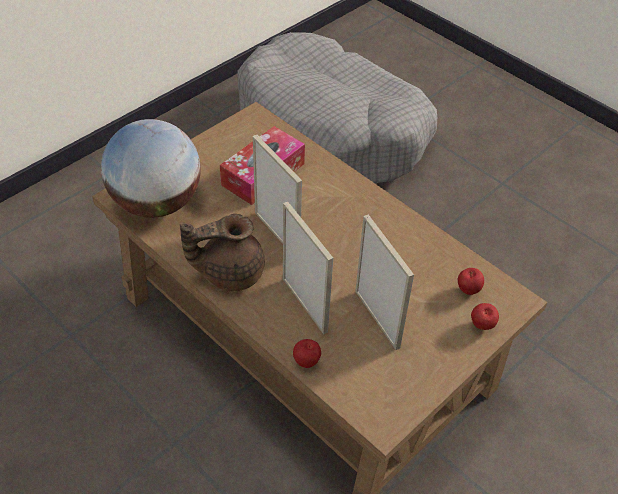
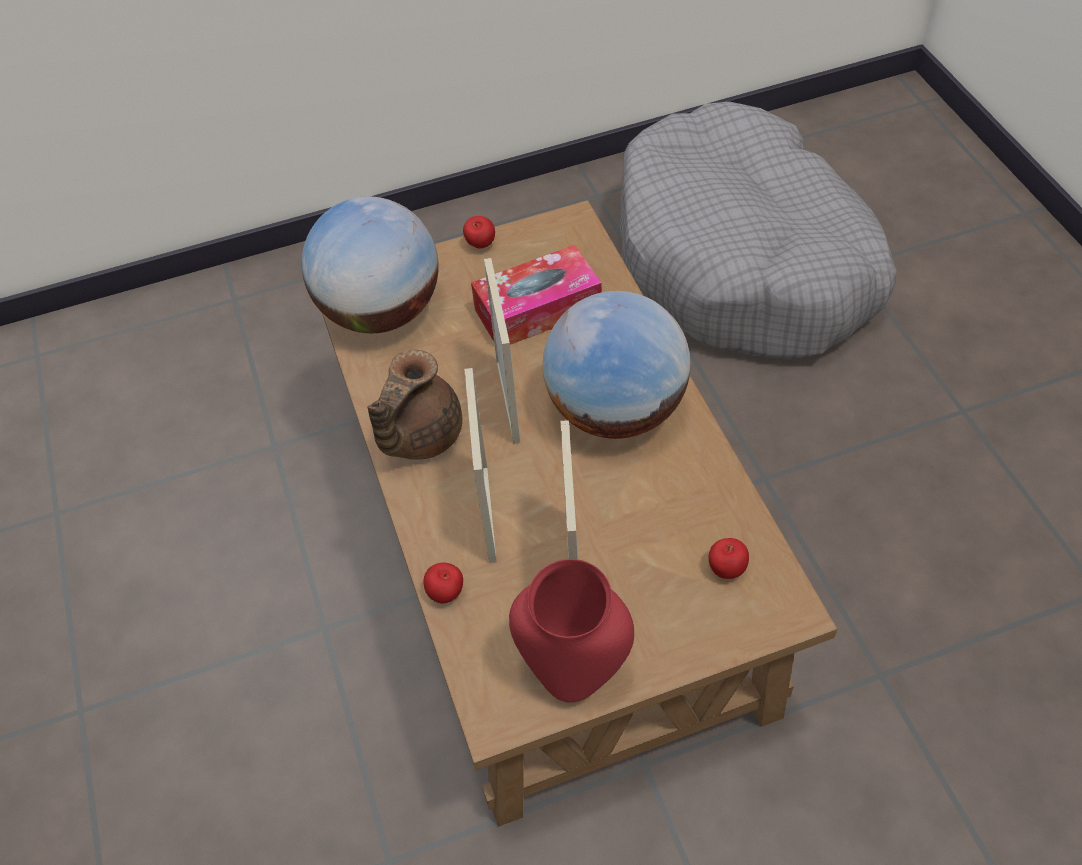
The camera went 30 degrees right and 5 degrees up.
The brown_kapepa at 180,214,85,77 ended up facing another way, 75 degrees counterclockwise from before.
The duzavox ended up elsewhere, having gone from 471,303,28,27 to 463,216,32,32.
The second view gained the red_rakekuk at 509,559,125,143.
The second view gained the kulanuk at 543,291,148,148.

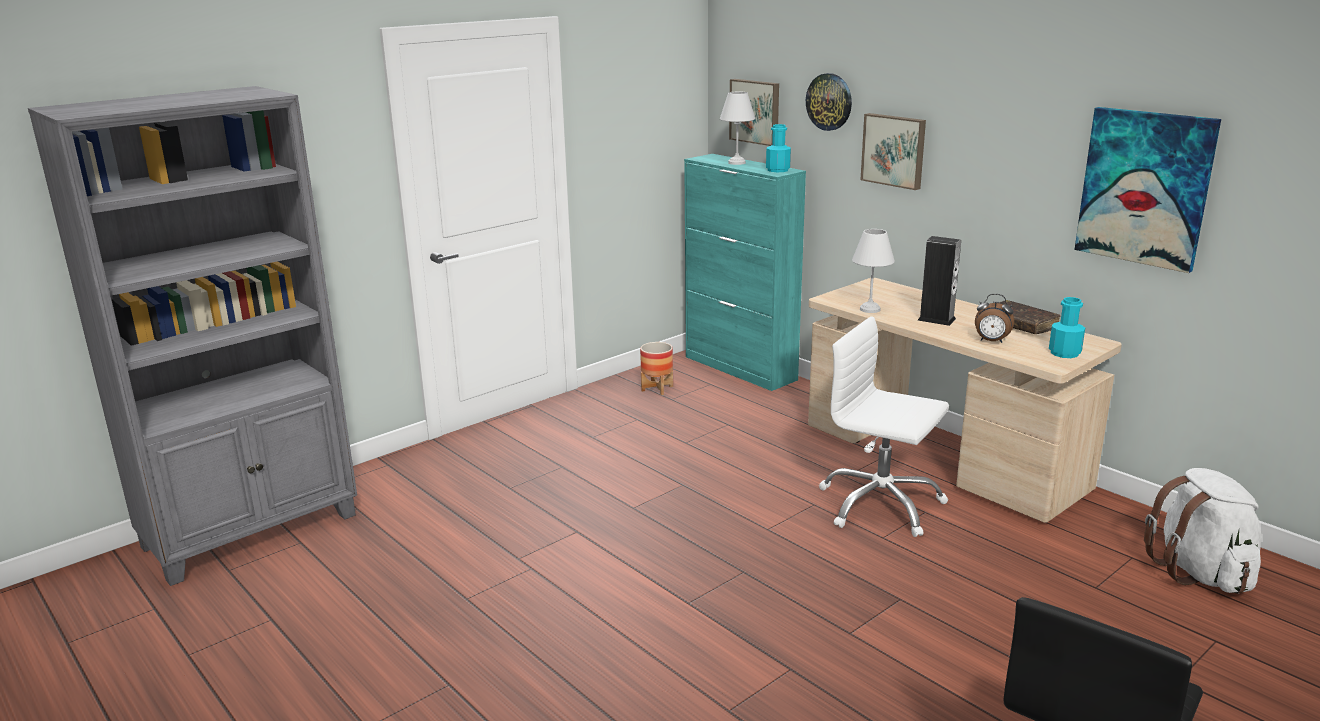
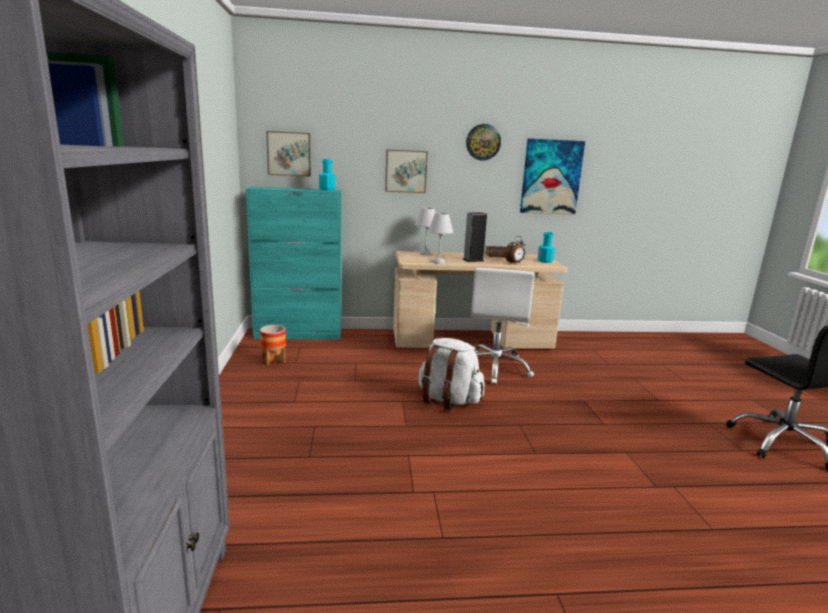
The camera went 55 degrees left and 5 degrees down.
The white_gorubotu ended up elsewhere, having gone from 720,92,35,73 to 415,207,20,48.
The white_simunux ended up elsewhere, having gone from 1144,468,117,126 to 419,338,66,72.
The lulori ended up elsewhere, having gone from 806,73,46,58 to 466,124,35,37.
The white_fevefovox at 819,316,130,221 ended up facing another way, 60 degrees counterclockwise from before.

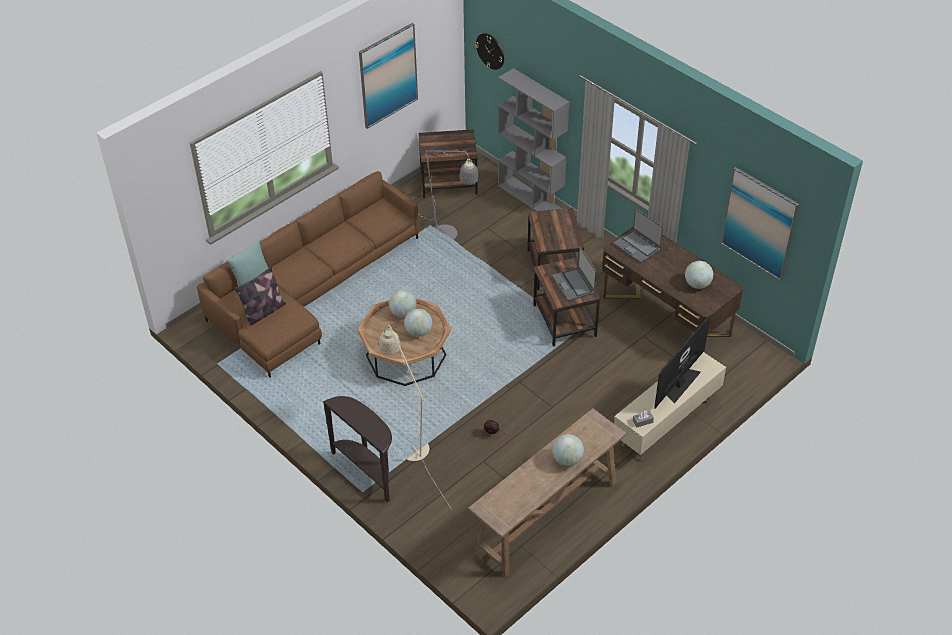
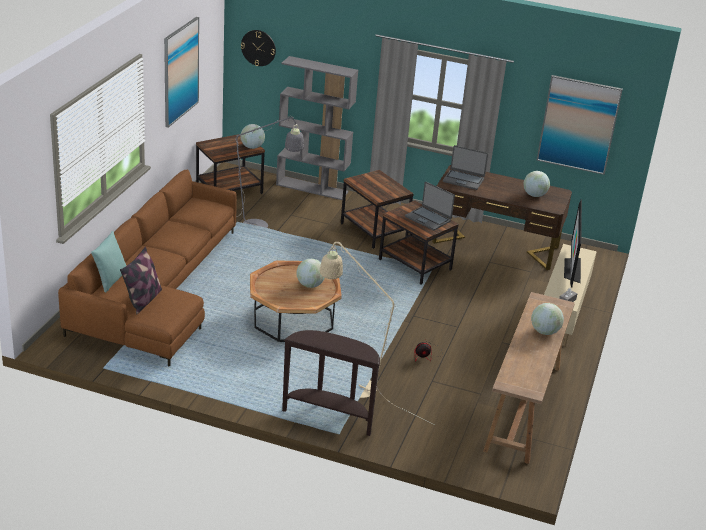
The camera went 30 degrees left and 15 degrees down.
The kulanuk ended up elsewhere, having gone from 389,290,28,28 to 240,124,25,25.

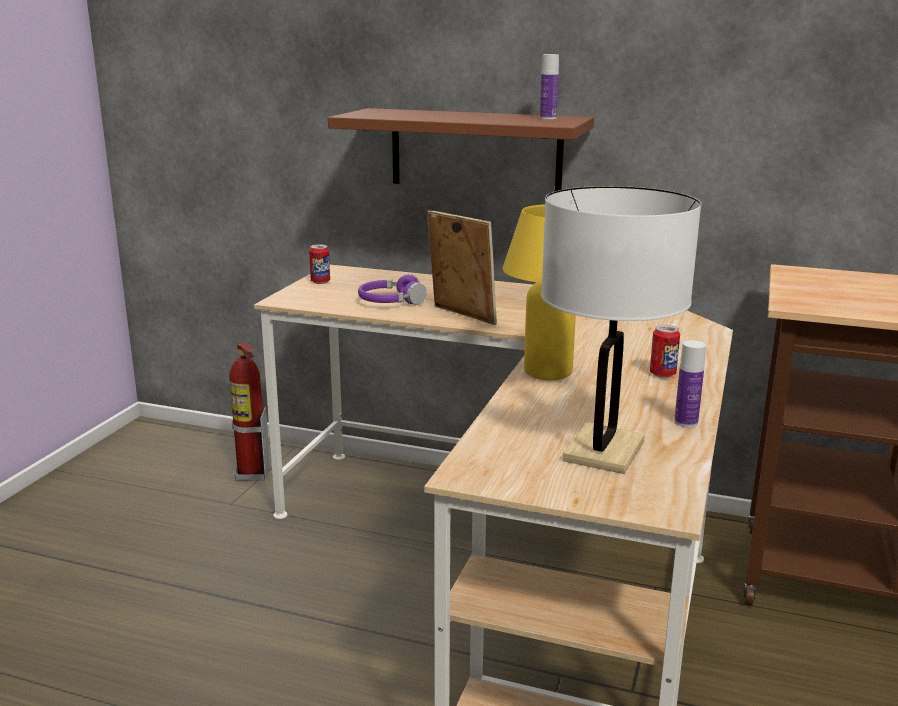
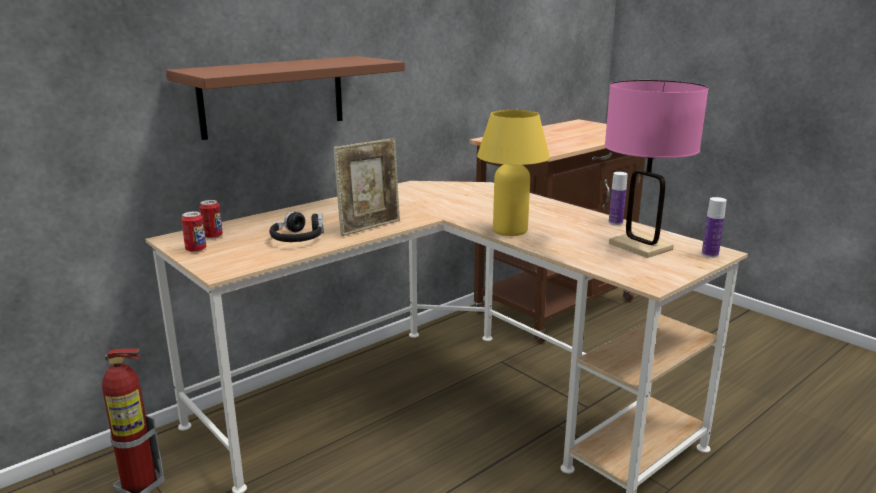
The camera went 60 degrees left and 0 degrees up.
The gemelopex ended up elsewhere, having gone from 650,325,30,53 to 199,200,24,39.
What was the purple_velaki at 358,274,69,31 turned into the black_velaki at 269,211,55,31.
The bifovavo at 427,210,70,115 ended up facing another way, 150 degrees clockwise from before.
What was the white_gorubotu at 541,186,160,288 turned into the pink_gorubotu at 605,80,104,178.
The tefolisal ended up elsewhere, having gone from 540,54,19,65 to 702,197,25,61.

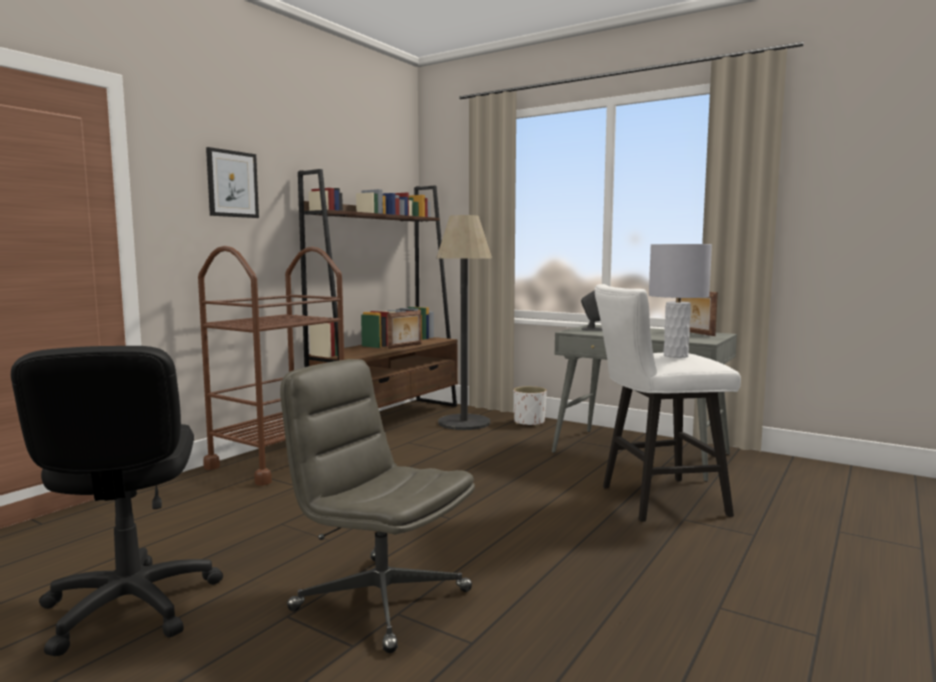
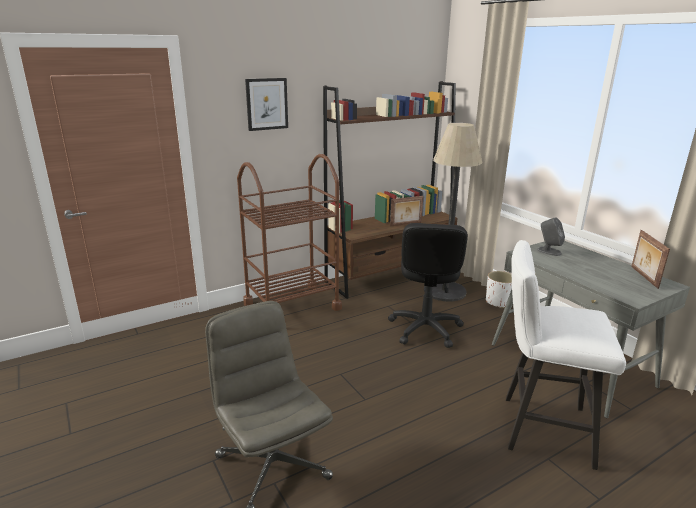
The camera went 25 degrees right and 15 degrees up.
The black_fevefovox ended up elsewhere, having gone from 11,346,212,310 to 388,223,80,125.
The second view lost the grey_gorubotu at 649,244,63,114.

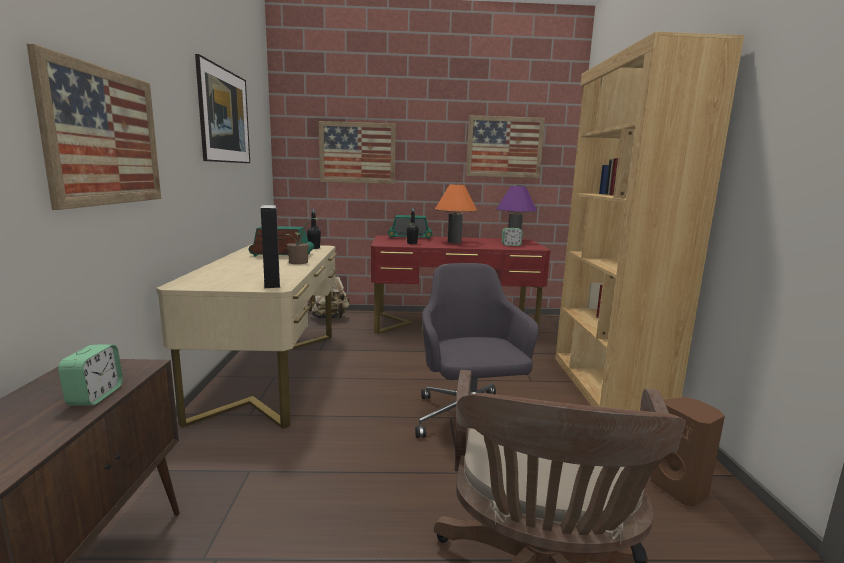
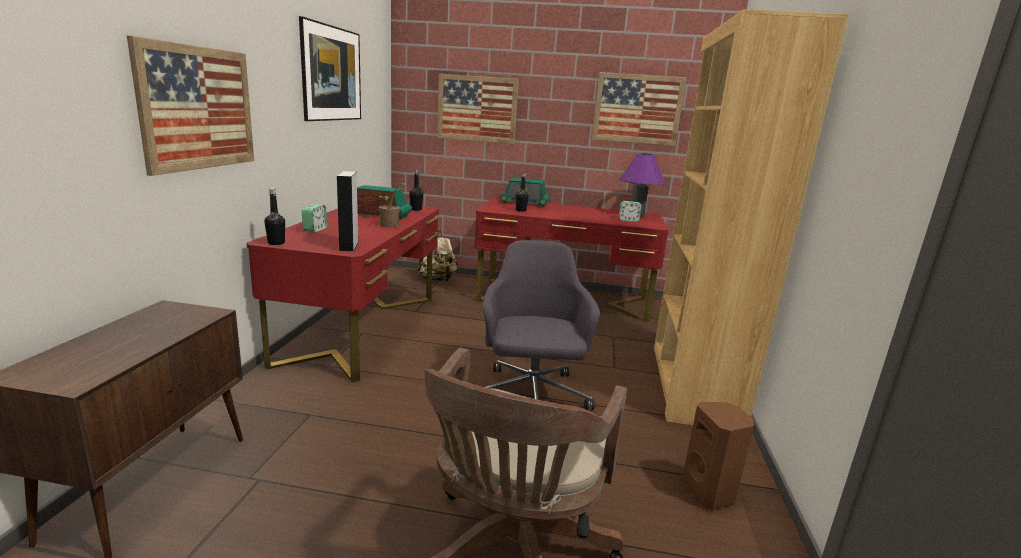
The camera went 10 degrees right and 5 degrees up.
What was the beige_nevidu at 156,244,181,185 turned into the red_nevidu at 247,206,193,176.
The second view gained the black_tefolisal at 264,188,21,57.
The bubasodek ended up elsewhere, having gone from 58,344,65,61 to 301,204,26,28.
The second view lost the orange_gorubotu at 435,184,42,59.

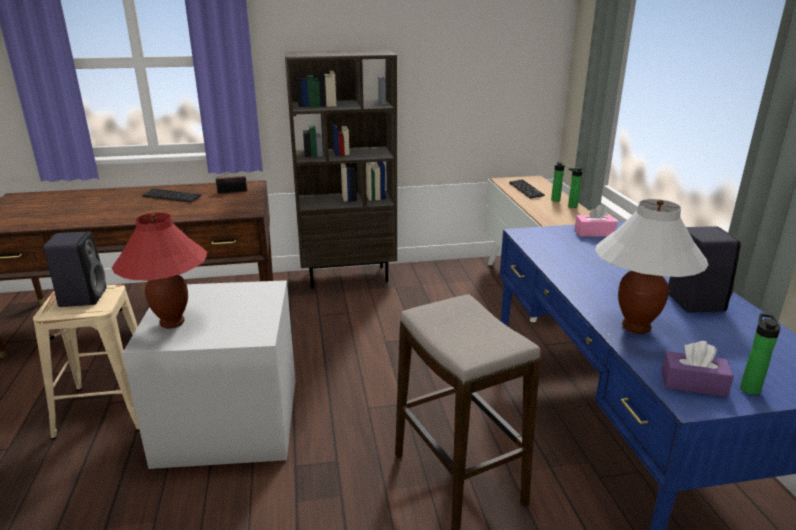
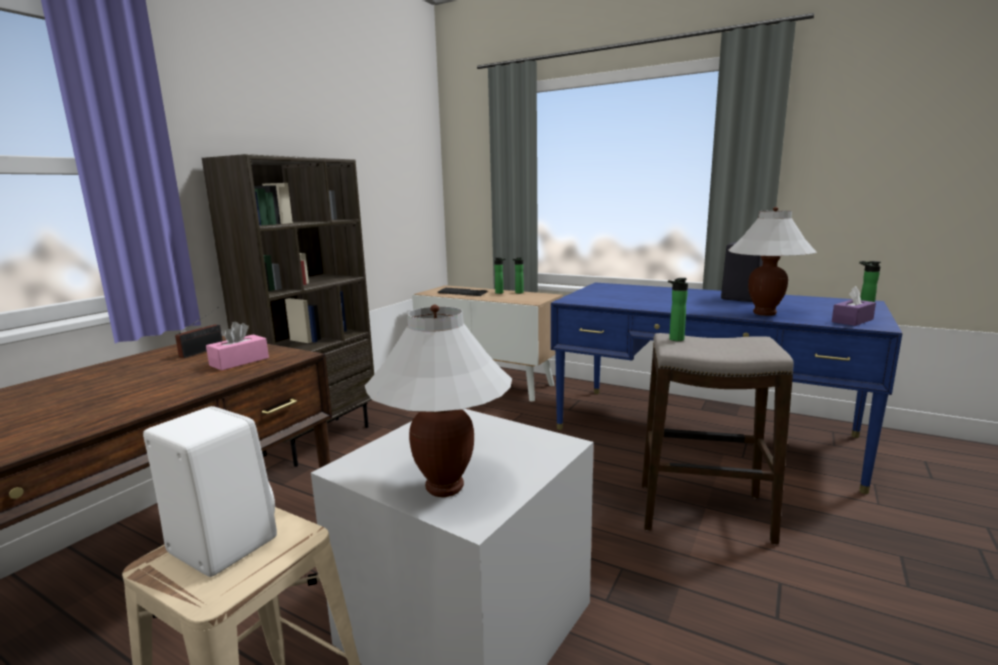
The camera went 50 degrees left and 10 degrees down.
What was the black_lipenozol at 43,232,63,75 turned into the white_lipenozol at 143,406,134,171.
The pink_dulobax ended up elsewhere, having gone from 574,205,43,32 to 206,322,63,49.
What was the red_gorubotu at 112,213,95,116 turned into the white_gorubotu at 365,305,147,192.
The second view gained the tefolisal at 668,278,20,63.
The second view lost the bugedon at 142,189,60,14.

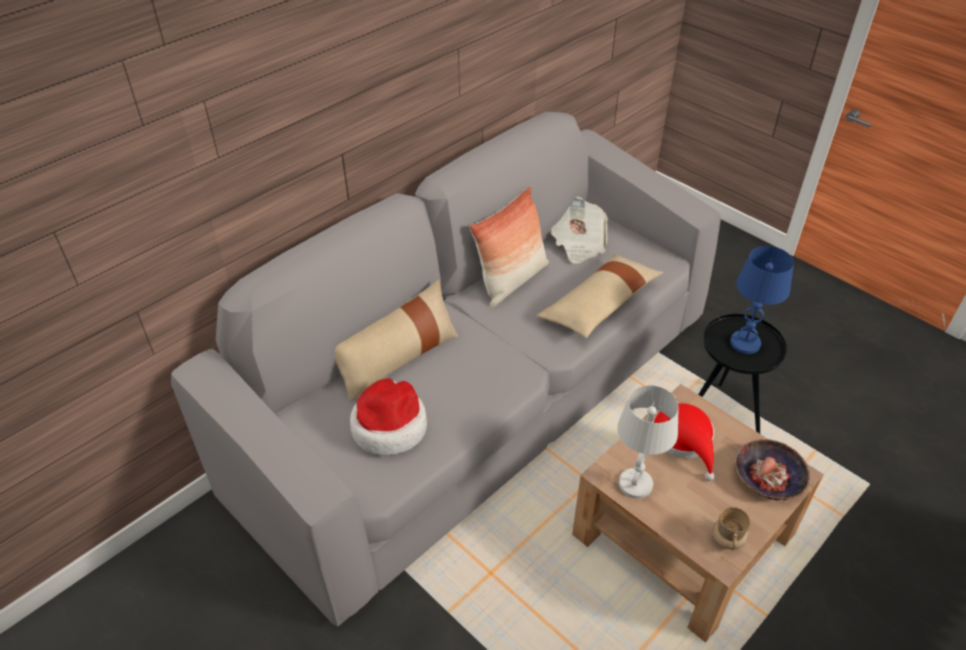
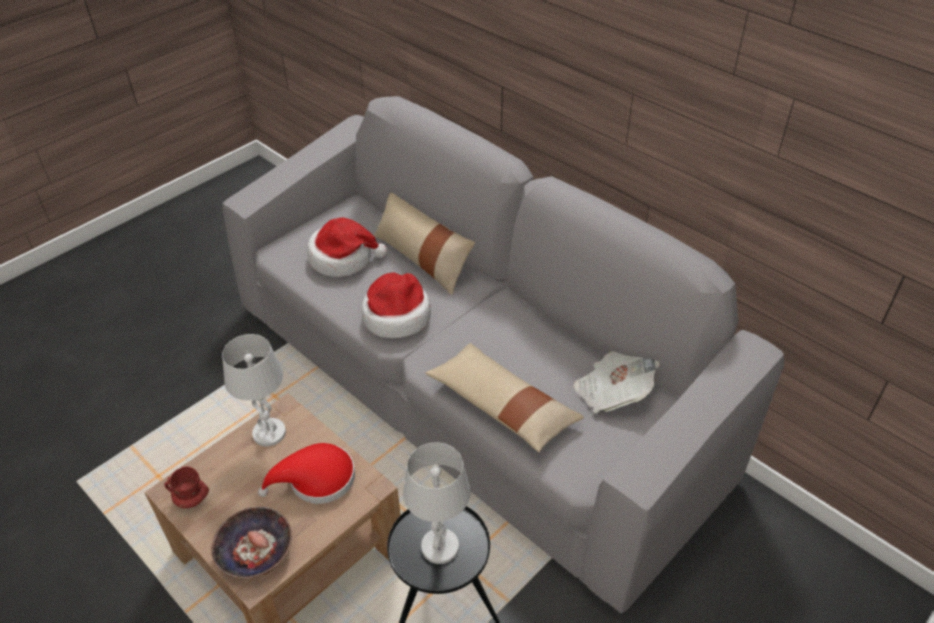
The camera went 90 degrees right and 0 degrees up.
What was the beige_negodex at 712,506,38,44 turned into the red_negodex at 164,466,45,42.
The second view gained the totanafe at 362,273,69,65.
What was the blue_gorubotu at 730,246,64,108 turned into the white_gorubotu at 403,442,68,122.
The second view lost the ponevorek at 469,186,80,122.

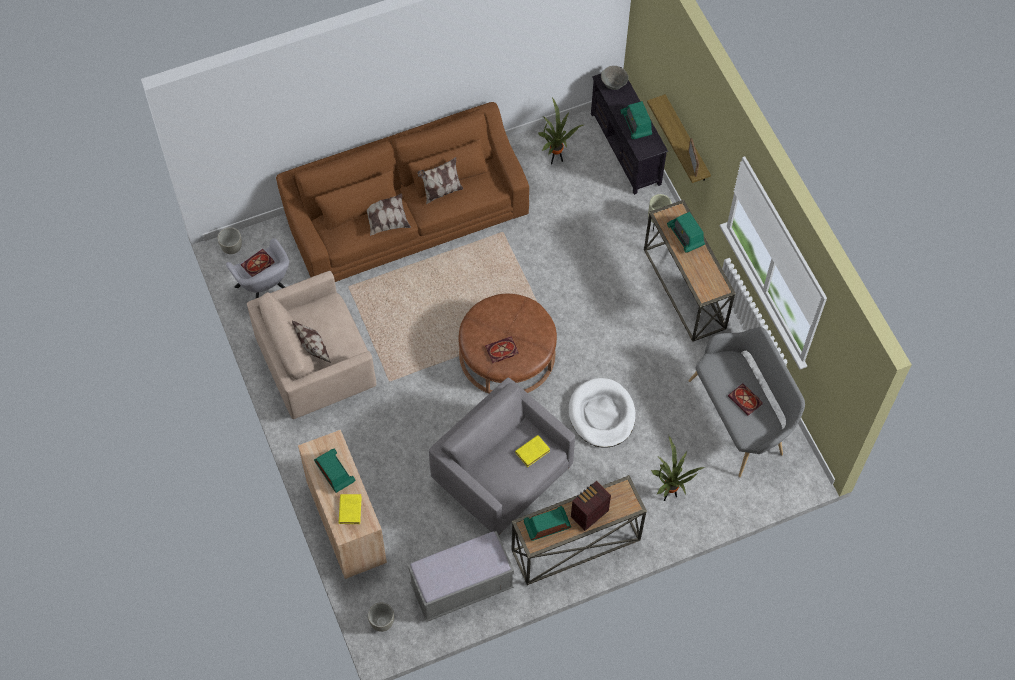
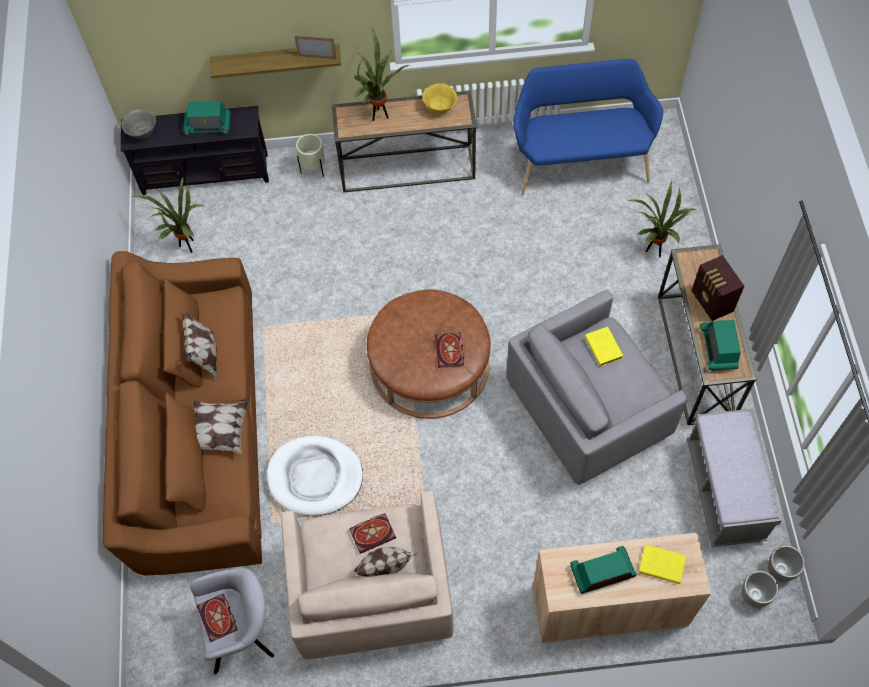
The camera went 70 degrees left and 0 degrees up.
The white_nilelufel ended up elsewhere, having gone from 569,378,67,70 to 267,436,96,80.
The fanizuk ended up elsewhere, having gone from 728,383,35,33 to 349,513,47,41.
Where the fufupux stood at 667,212,38,40, the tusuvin came to stand at 353,27,57,94.
The second view gained the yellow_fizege at 422,83,35,31.
What was the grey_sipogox at 689,327,116,150 turned into the blue_sipogox at 513,59,150,137.
The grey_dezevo ended up elsewhere, having gone from 218,227,24,27 to 768,545,37,37.

